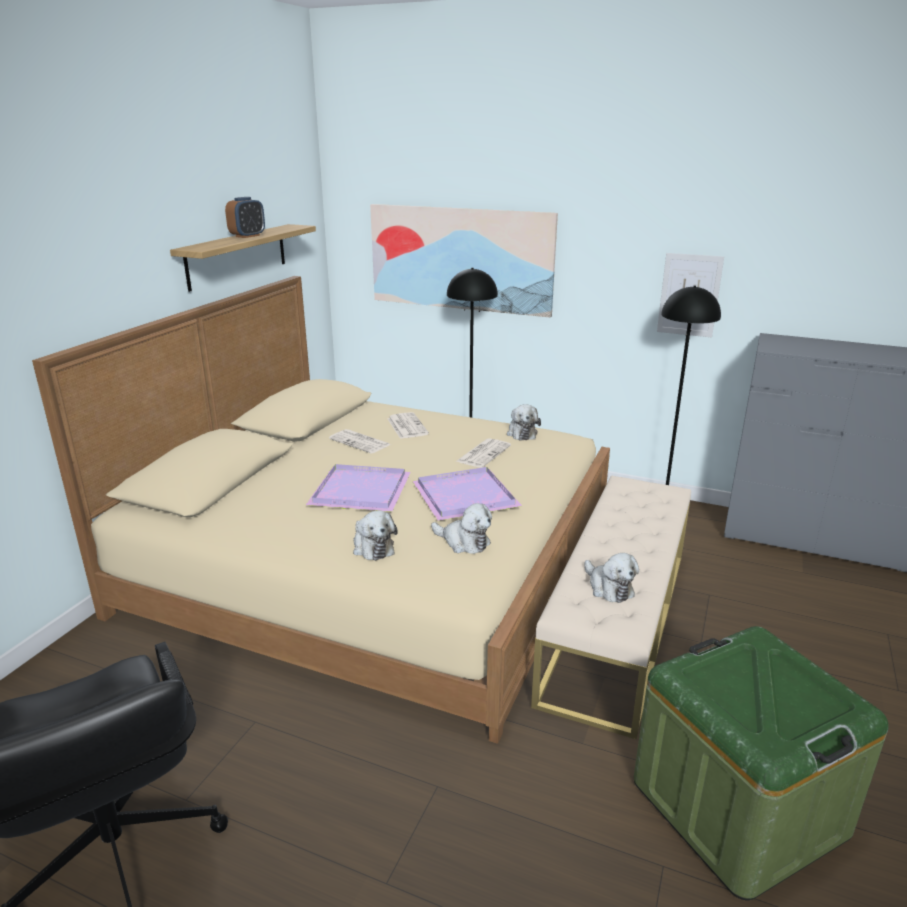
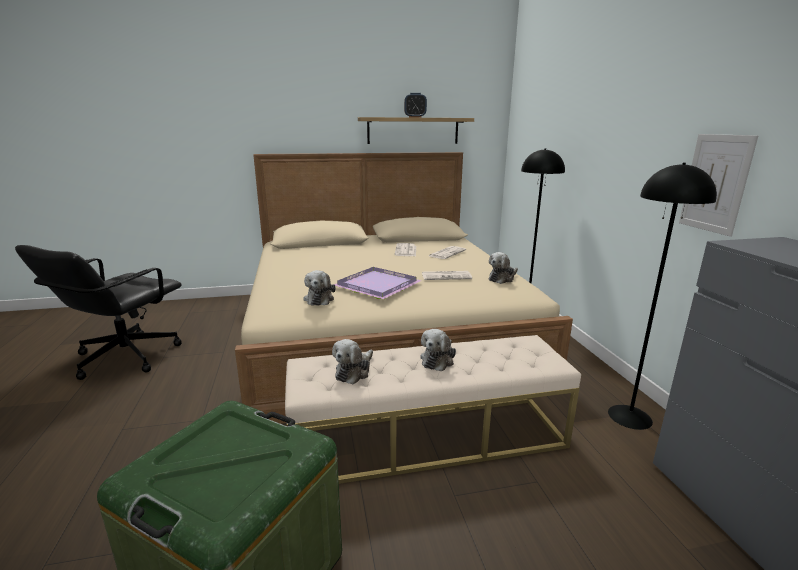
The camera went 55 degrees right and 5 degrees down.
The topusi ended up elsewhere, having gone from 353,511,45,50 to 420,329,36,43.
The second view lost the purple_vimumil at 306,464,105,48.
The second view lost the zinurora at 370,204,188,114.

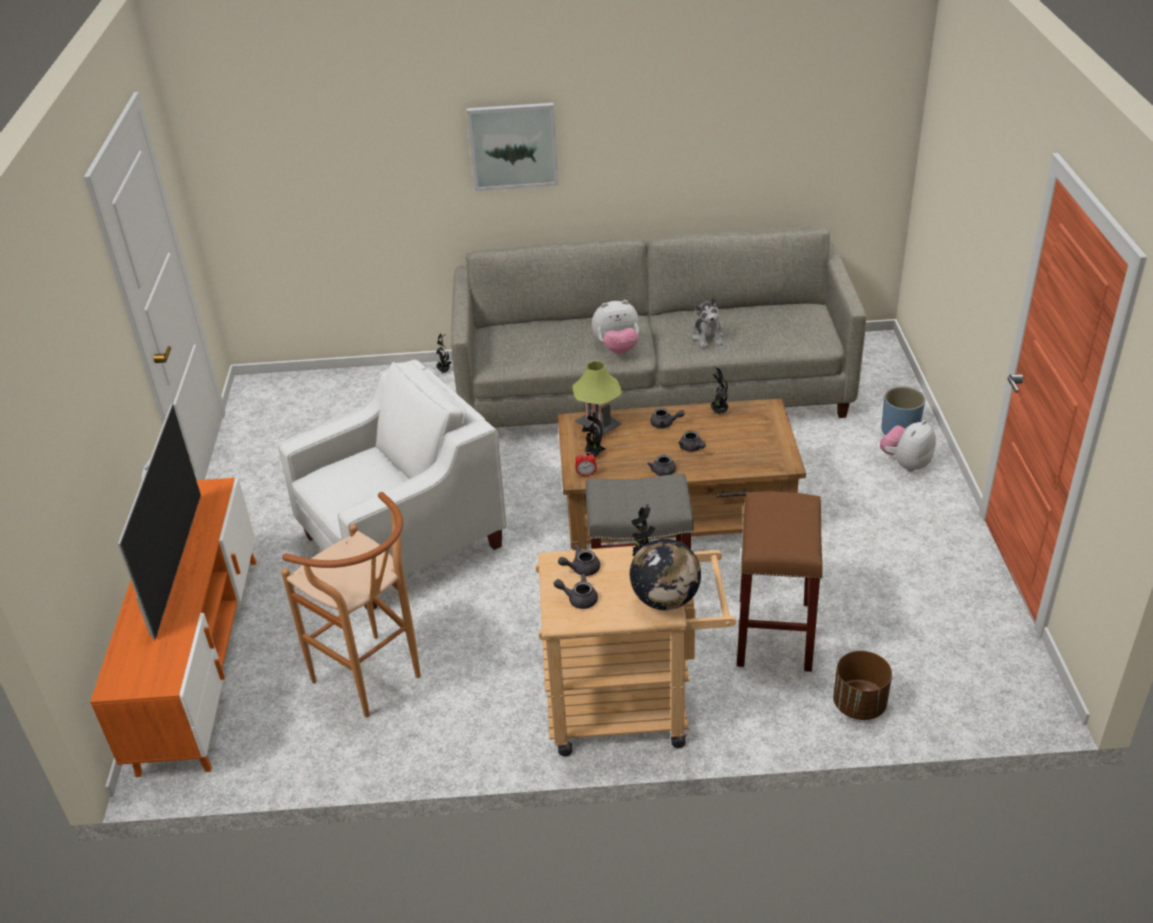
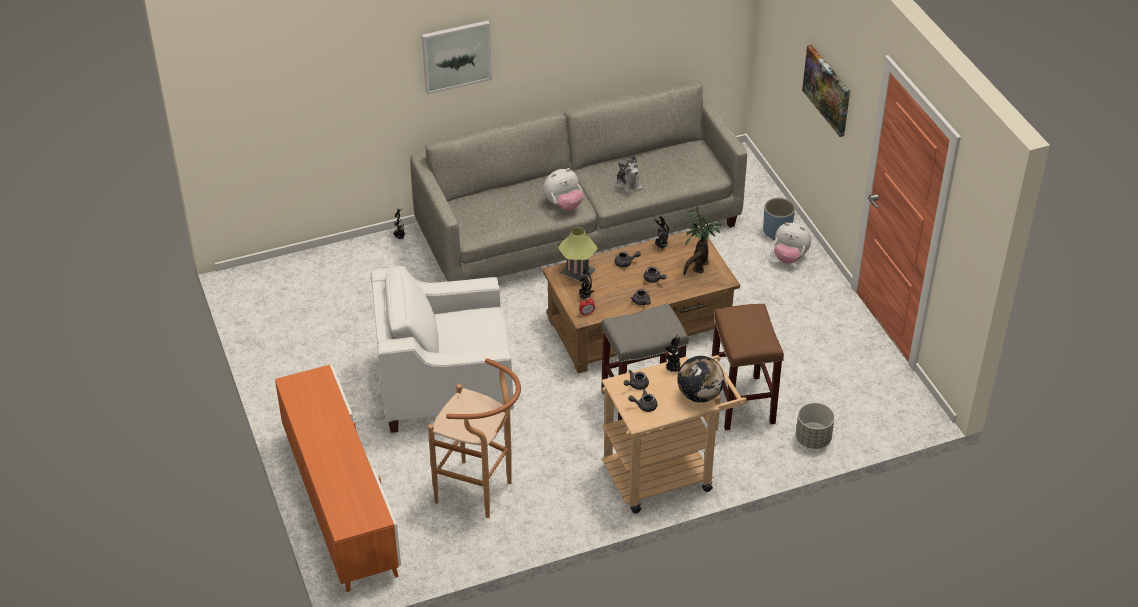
The camera went 20 degrees left and 5 degrees up.
The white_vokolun at 278,360,229,250 ended up facing another way, 135 degrees counterclockwise from before.
The second view gained the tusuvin at 683,206,38,70.
The topusi at 880,420,56,52 ended up facing another way, 90 degrees counterclockwise from before.
What was the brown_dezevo at 833,651,59,69 turned into the grey_dezevo at 796,403,39,46.
The second view gained the zinurora at 802,45,48,92.
The second view lost the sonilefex at 118,404,83,236.

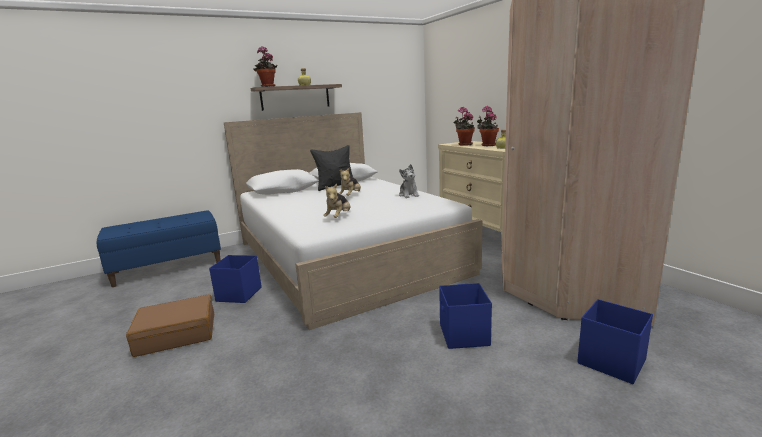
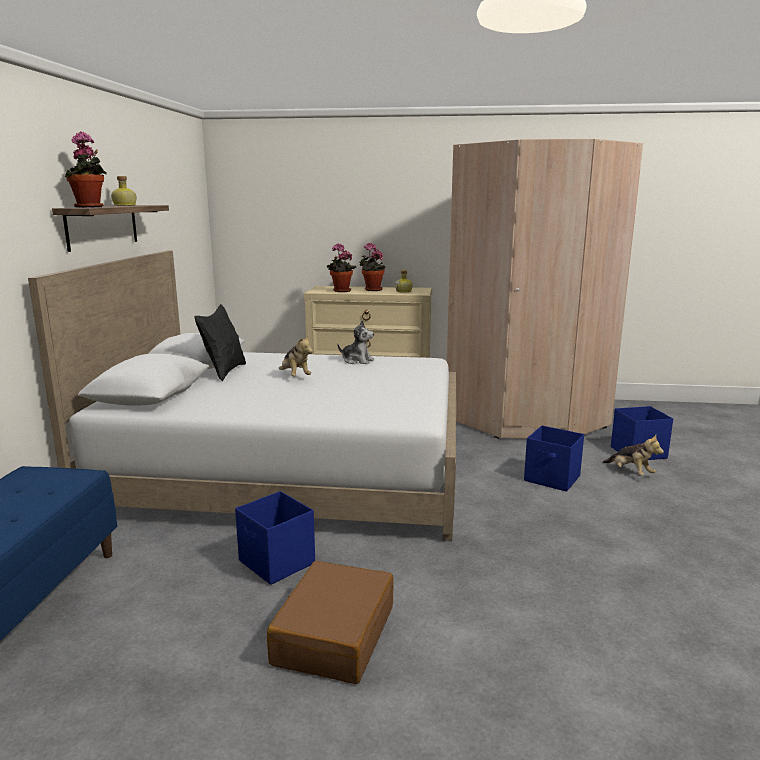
The camera went 55 degrees left and 0 degrees up.
The topusi ended up elsewhere, having gone from 323,184,27,34 to 603,434,61,42.

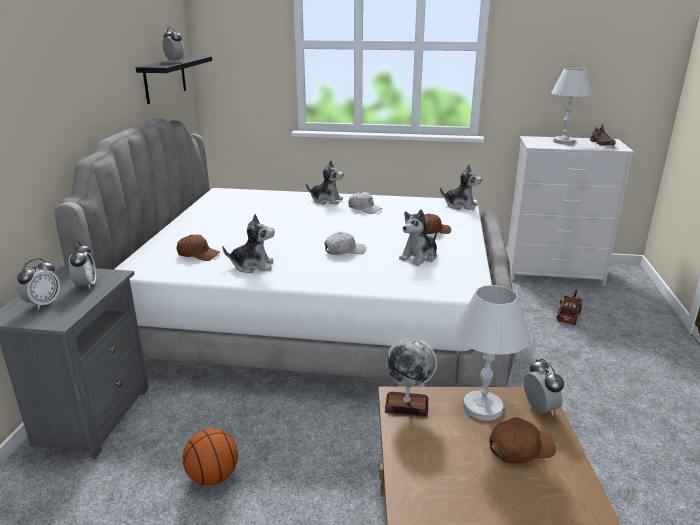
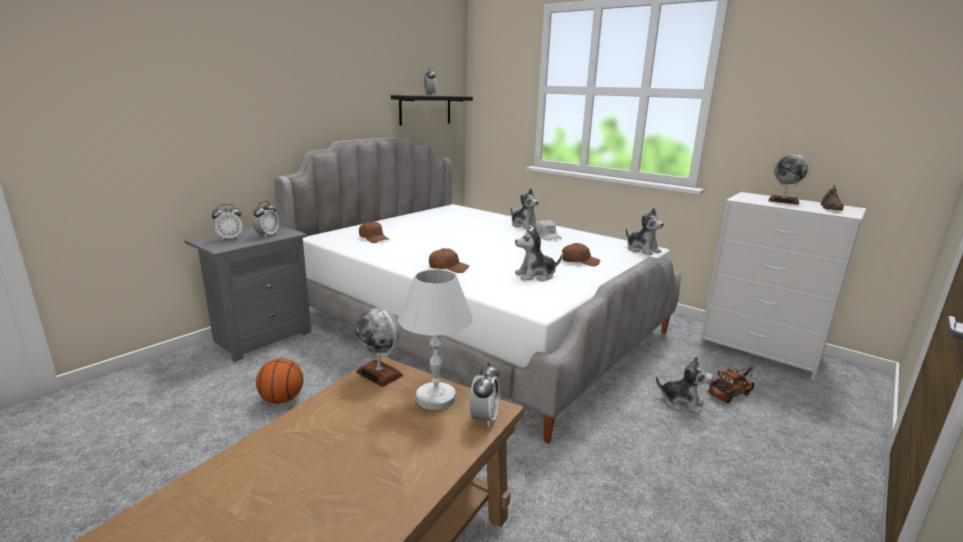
The camera went 30 degrees right and 5 degrees down.
The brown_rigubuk ended up elsewhere, having gone from 489,417,67,47 to 429,248,40,25.
The topusi ended up elsewhere, having gone from 223,214,52,59 to 656,356,57,58.
Where the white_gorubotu stood at 551,68,41,76, the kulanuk came to stand at 768,154,44,51.
The second view lost the white_rigubuk at 324,232,42,23.

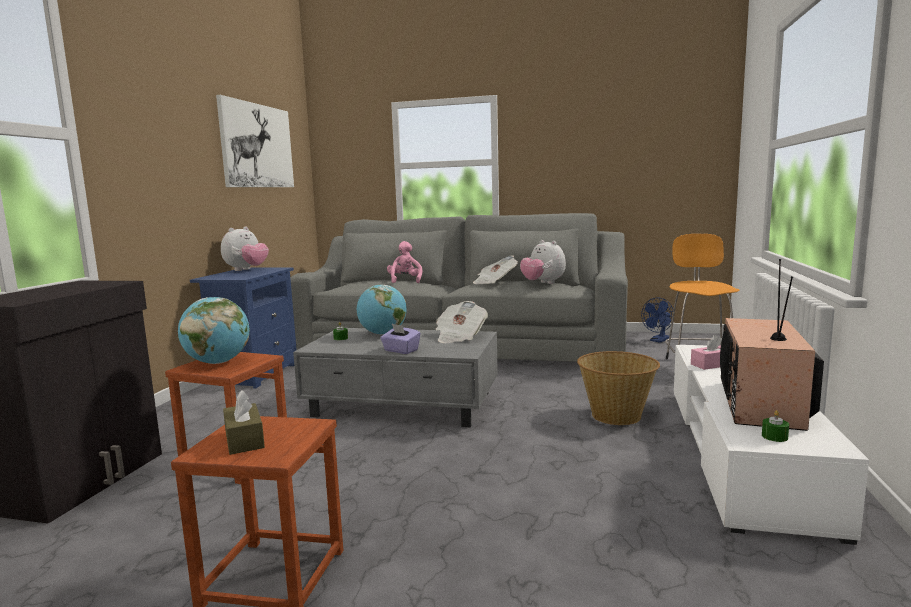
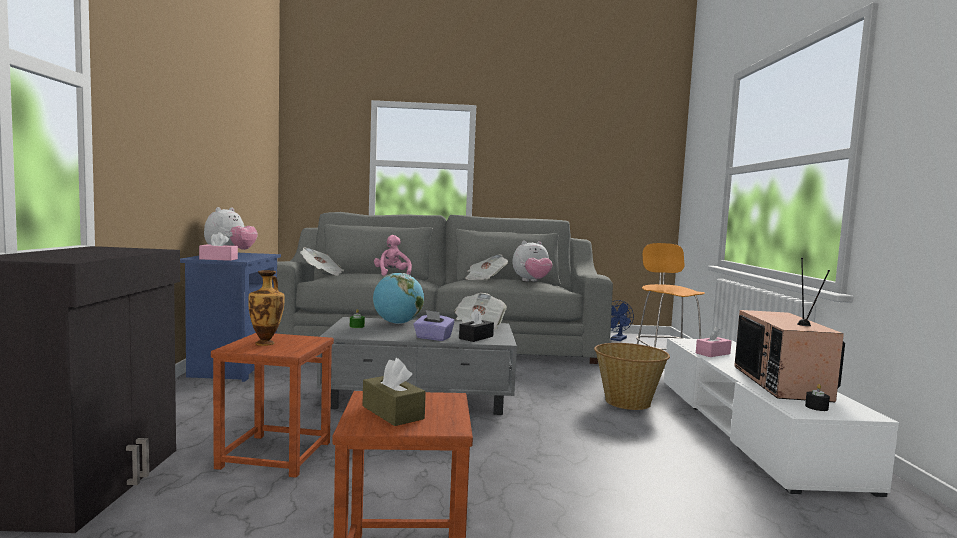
The camera went 15 degrees left and 5 degrees down.
The second view gained the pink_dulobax at 199,232,39,29.
Where the kulanuk stood at 178,297,72,67, the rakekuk came to stand at 249,270,36,76.
The second view gained the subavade at 300,248,44,28.
The second view gained the black_dulobax at 459,309,35,33.
The topusi at 520,240,46,44 ended up facing another way, 60 degrees counterclockwise from before.
What was the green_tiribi at 762,410,27,32 turned into the black_tiribi at 805,384,25,27.
The second view lost the zinurora at 216,95,78,92.

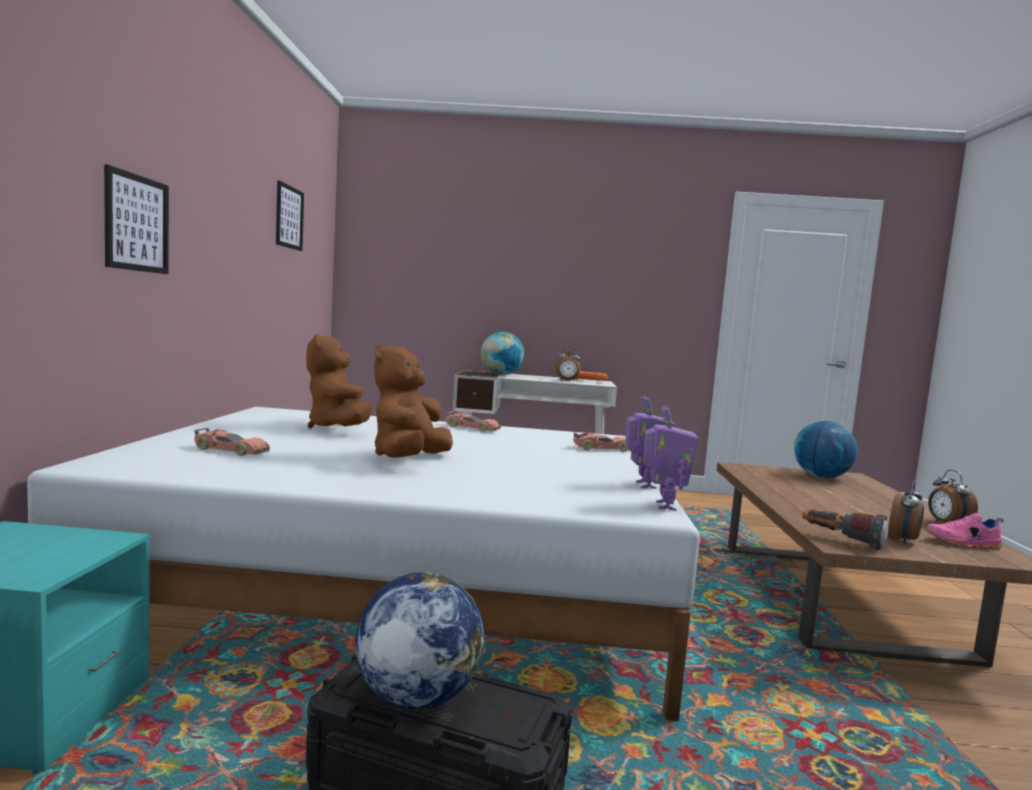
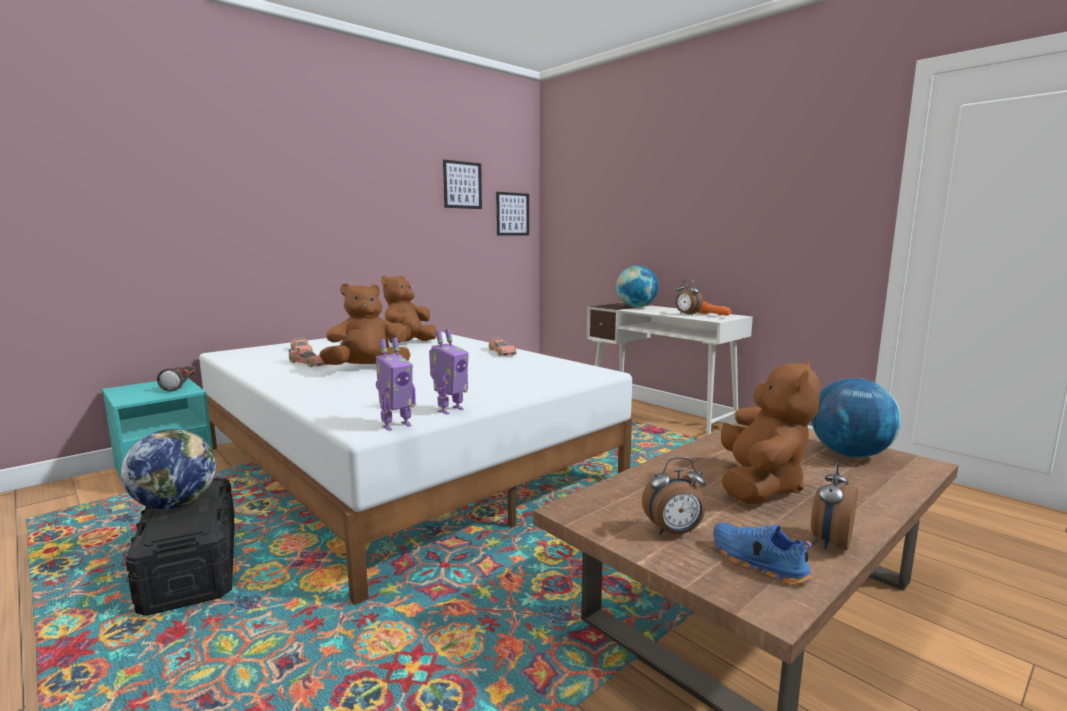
The camera went 45 degrees right and 5 degrees up.
The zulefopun ended up elsewhere, having gone from 802,509,86,41 to 157,366,38,26.
The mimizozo ended up elsewhere, having gone from 573,432,55,20 to 289,348,38,19.
The zinurora ended up elsewhere, having gone from 104,164,65,110 to 496,192,33,43.
What was the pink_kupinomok at 926,513,78,36 turned into the blue_kupinomok at 713,523,99,62.
The second view gained the brown_topusi at 721,359,99,145.

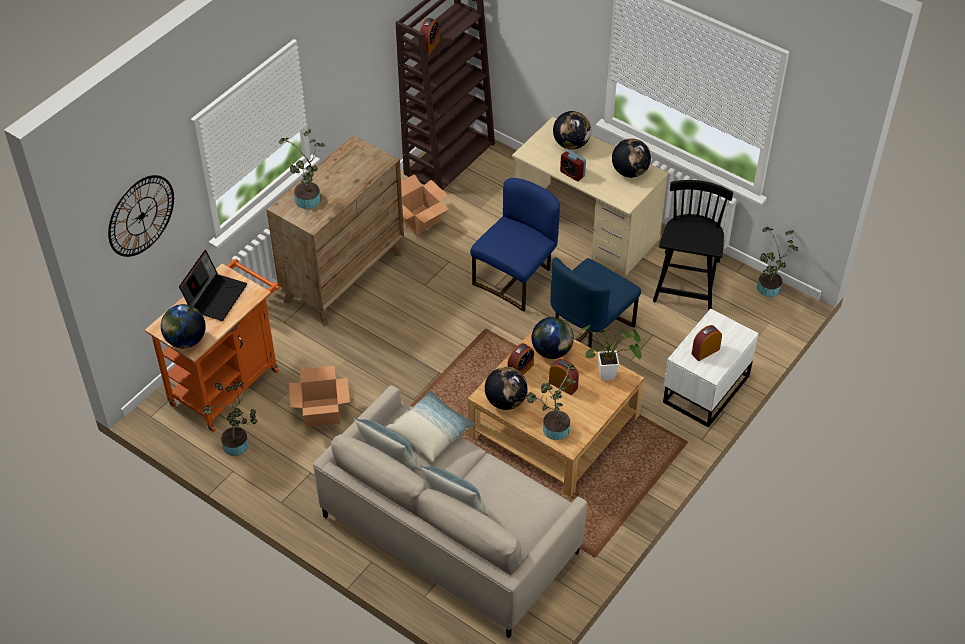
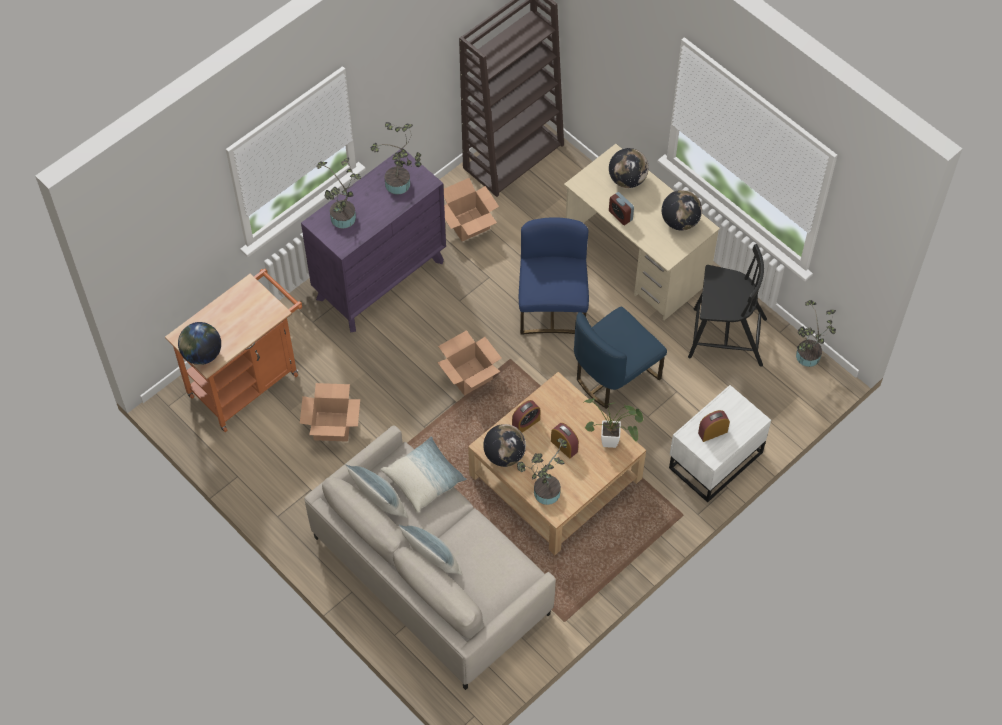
The camera went 10 degrees right and 10 degrees up.
What was the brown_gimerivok at 267,135,137,191 turned into the purple_gimerivok at 301,148,145,184.
The tusuvin ended up elsewhere, having gone from 203,381,54,75 to 370,122,51,72.
The second view gained the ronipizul at 437,330,65,66.
The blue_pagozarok at 470,178,90,134 ended up facing another way, 45 degrees counterclockwise from before.
The black_pagozarok at 653,180,80,131 ended up facing another way, 75 degrees clockwise from before.
The second view lost the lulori at 108,175,66,82.
The second view lost the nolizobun at 179,250,68,71.
The second view lost the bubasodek at 420,18,20,37.
The second view lost the kulanuk at 532,317,42,42.

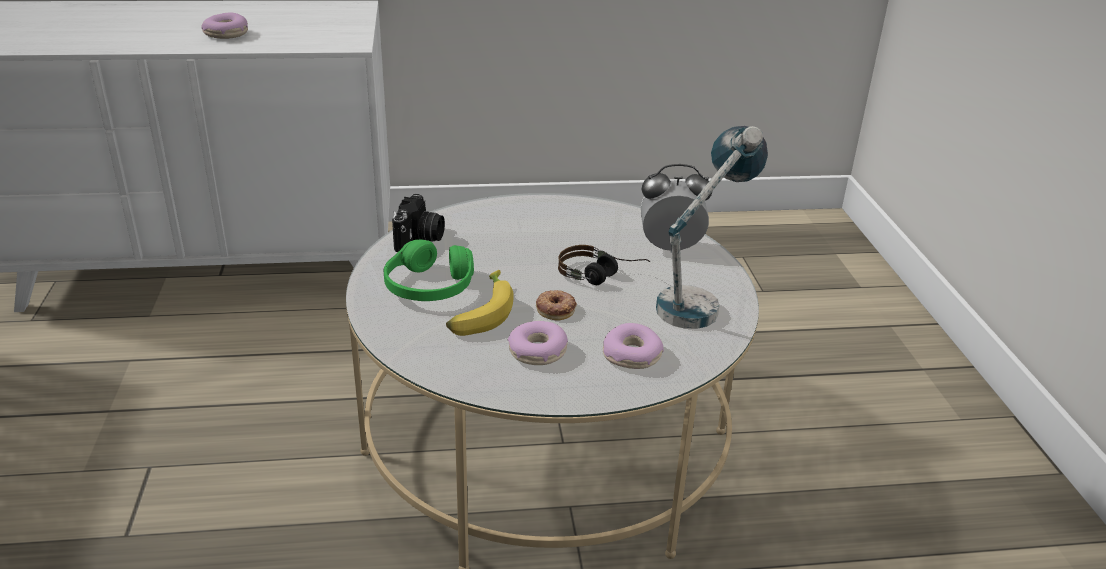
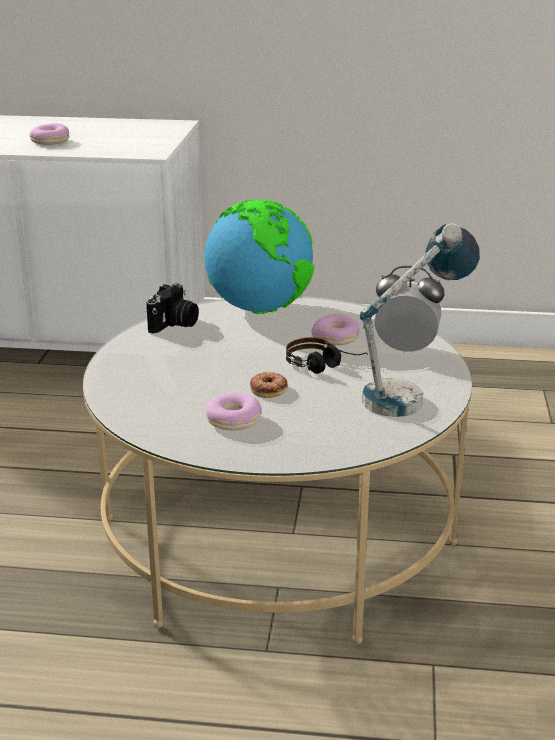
The camera went 15 degrees right and 5 degrees down.
The second view gained the kulanuk at 204,200,111,114.
The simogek ended up elsewhere, having gone from 603,323,61,46 to 311,314,49,31.
The second view lost the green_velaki at 384,239,90,62.
The second view lost the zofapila at 446,270,68,66.

